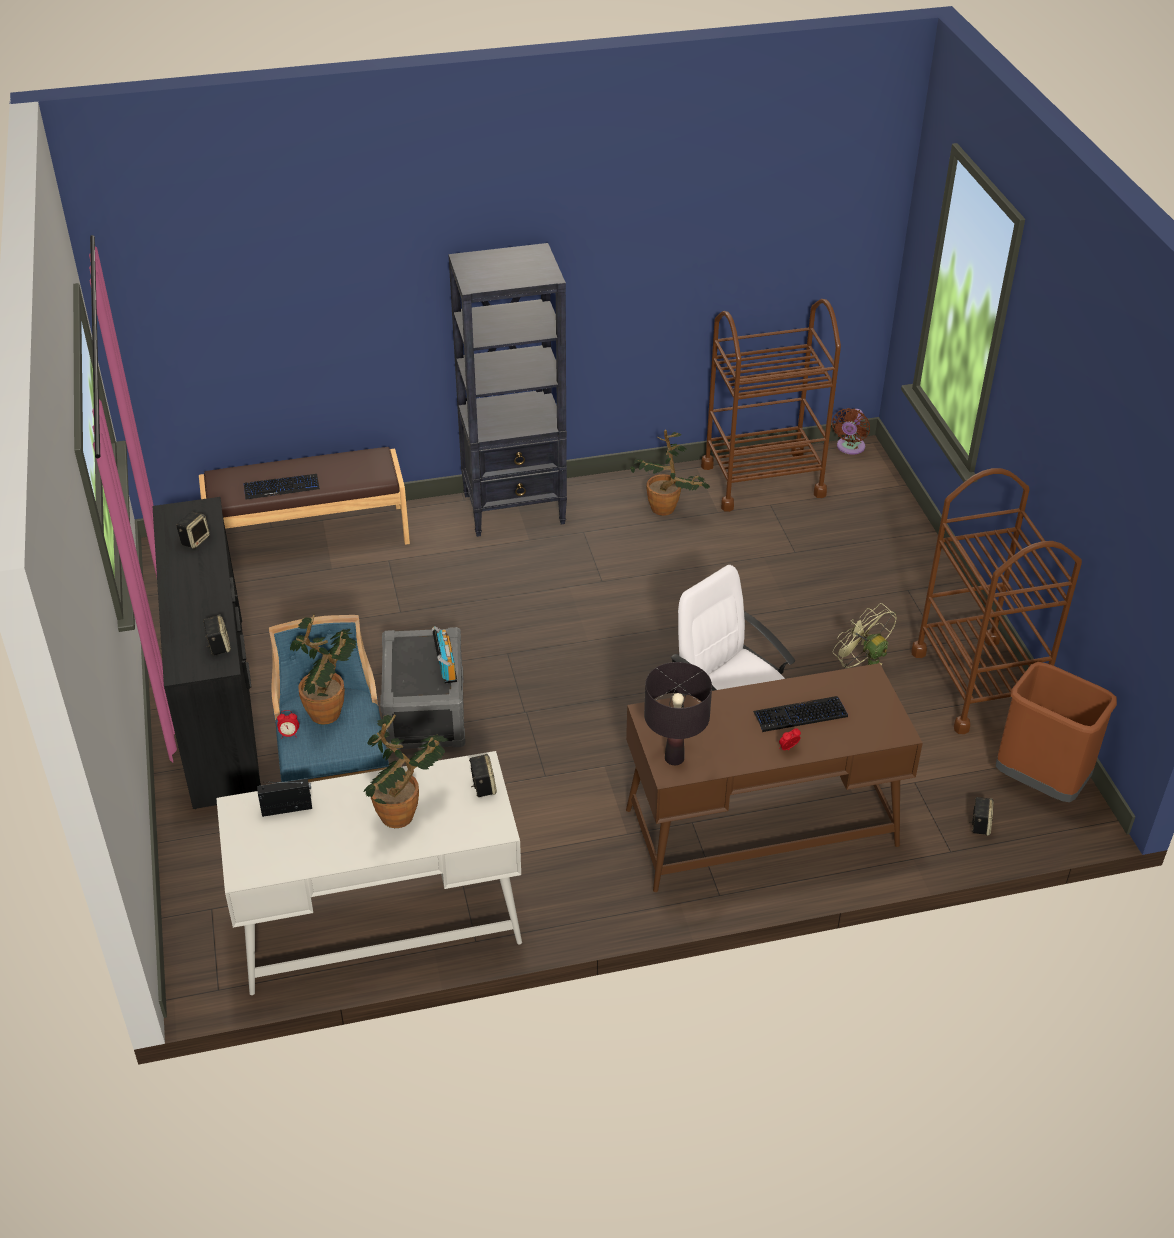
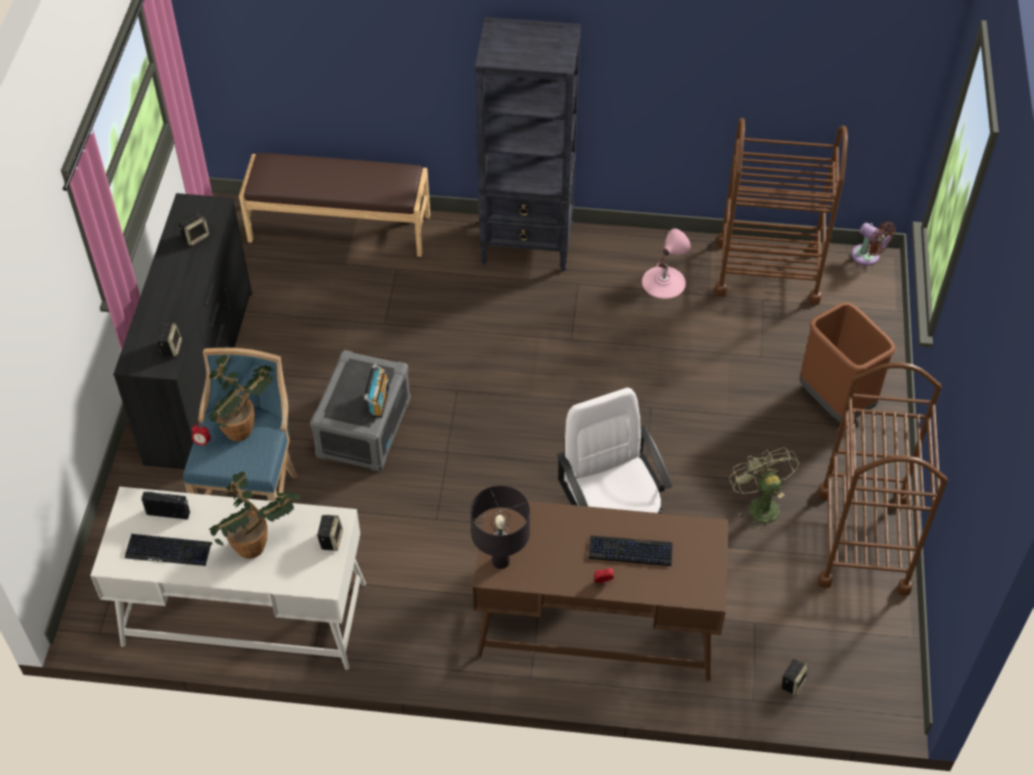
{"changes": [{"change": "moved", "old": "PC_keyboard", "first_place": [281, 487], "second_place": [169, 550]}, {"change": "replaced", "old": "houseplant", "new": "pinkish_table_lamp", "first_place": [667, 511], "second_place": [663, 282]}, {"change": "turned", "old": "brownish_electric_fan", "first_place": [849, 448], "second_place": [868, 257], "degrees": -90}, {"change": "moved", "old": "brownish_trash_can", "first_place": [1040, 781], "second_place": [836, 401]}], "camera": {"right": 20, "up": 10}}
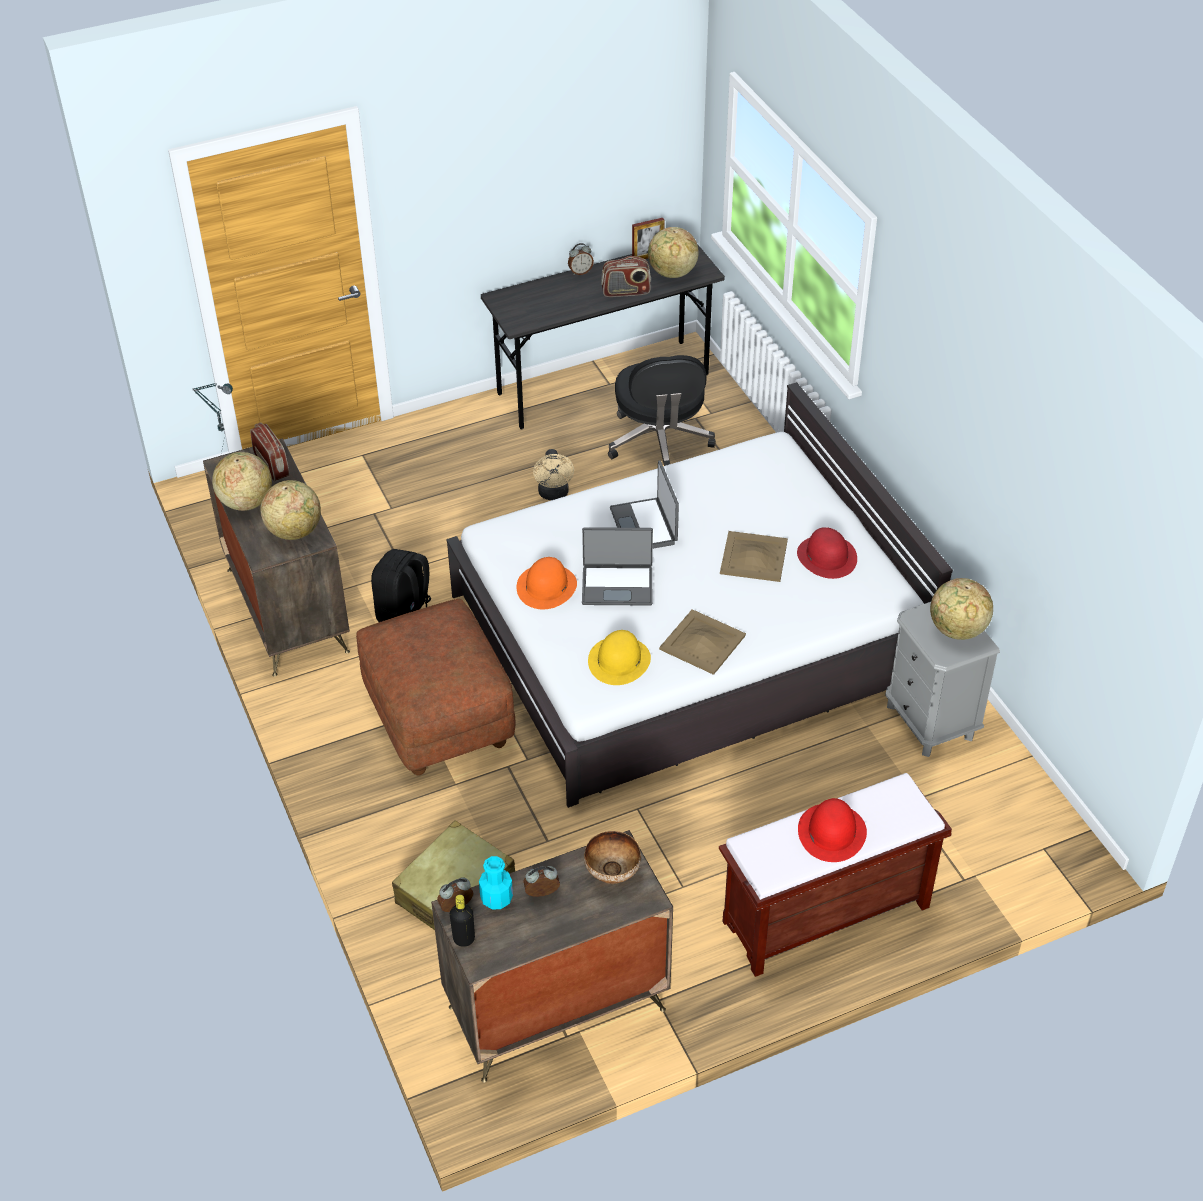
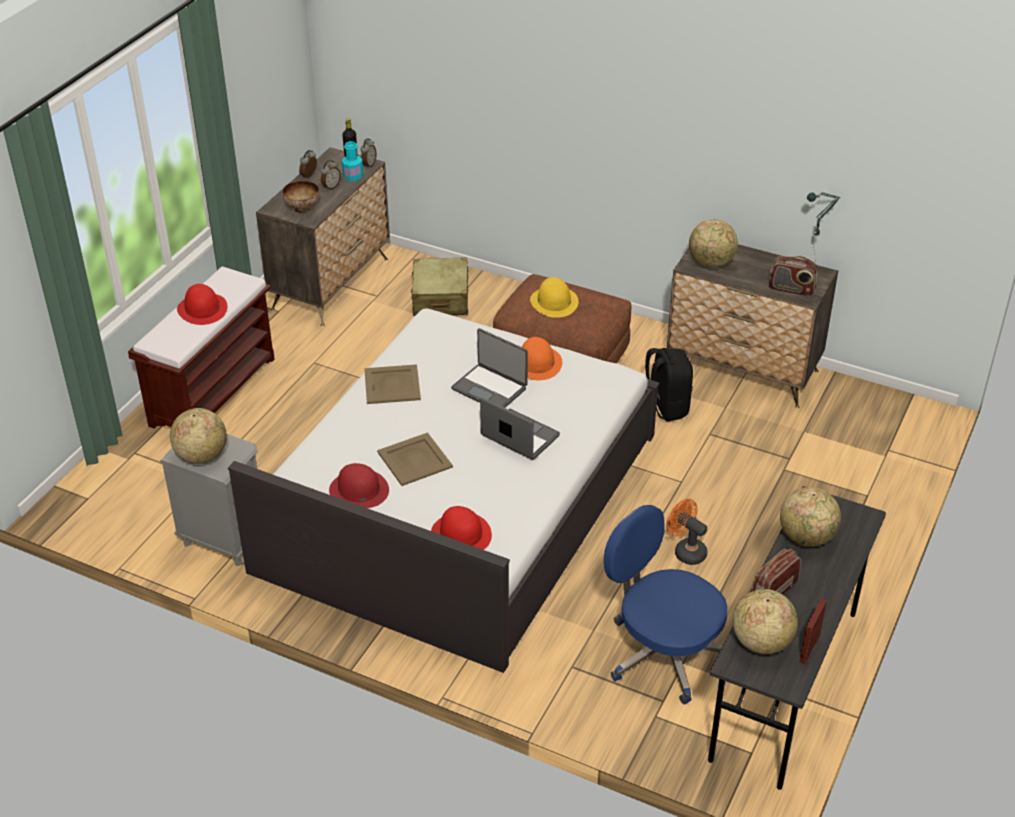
{"changes": [{"change": "moved", "old": "world_globe", "first_place": [246, 502], "second_place": [806, 537]}, {"change": "recoloured", "old": "beige_electric_fan", "new": "orange_electric_fan", "first_place": [554, 494], "second_place": [686, 551]}, {"change": "moved", "old": "bedside_clock", "first_place": [580, 272], "second_place": [309, 176]}, {"change": "turned", "old": "notebook_computer", "first_place": [617, 585], "second_place": [490, 388], "degrees": -105}, {"change": "moved", "old": "yellowish_clothing_hat", "first_place": [619, 660], "second_place": [554, 302]}, {"change": "recoloured", "old": "black-coloured_computer_chair", "new": "bluish_computer_chair", "first_place": [659, 443], "second_place": [663, 652]}, {"change": "added", "new": "red-coloured_clothing_hat", "second_place": [461, 534]}], "camera": {"right": 140, "up": -5}}
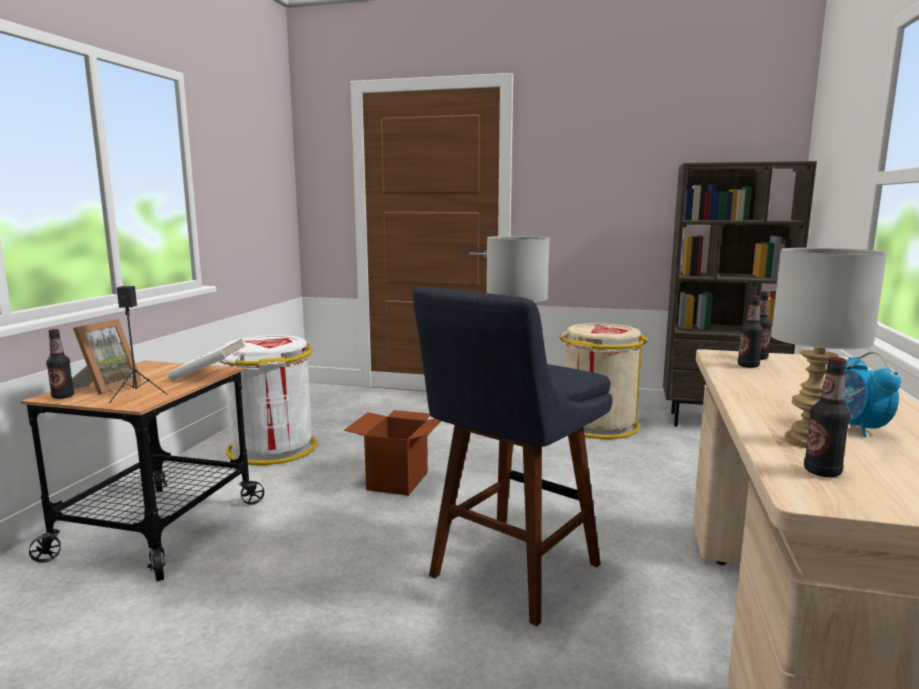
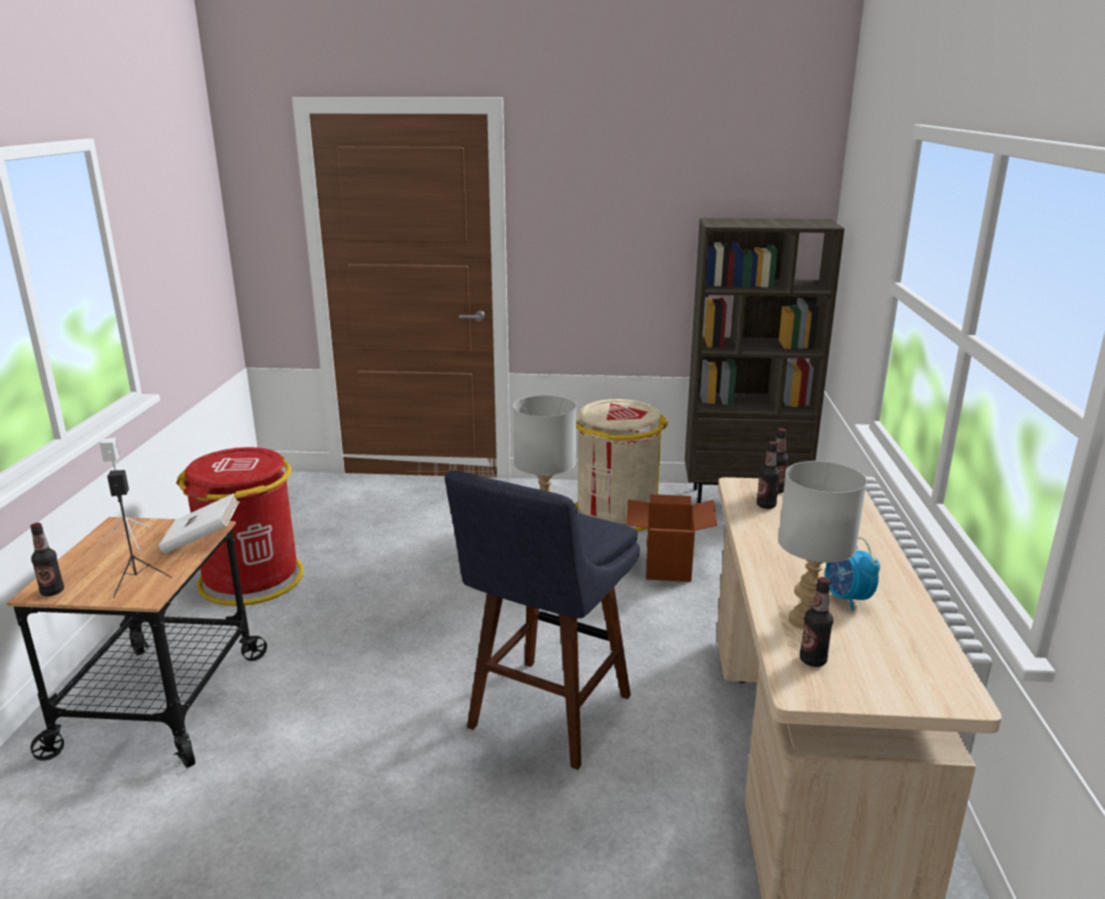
{"changes": [{"change": "removed", "old": "photo_frame", "first_place": [107, 386]}, {"change": "recoloured", "old": "white_trash_can", "new": "red-coloured_trash_can", "first_place": [272, 448], "second_place": [252, 579]}, {"change": "moved", "old": "packing_box", "first_place": [397, 481], "second_place": [668, 566]}, {"change": "added", "new": "white_audio_speaker", "second_place": [130, 540]}], "camera": {"right": -10, "up": 10}}
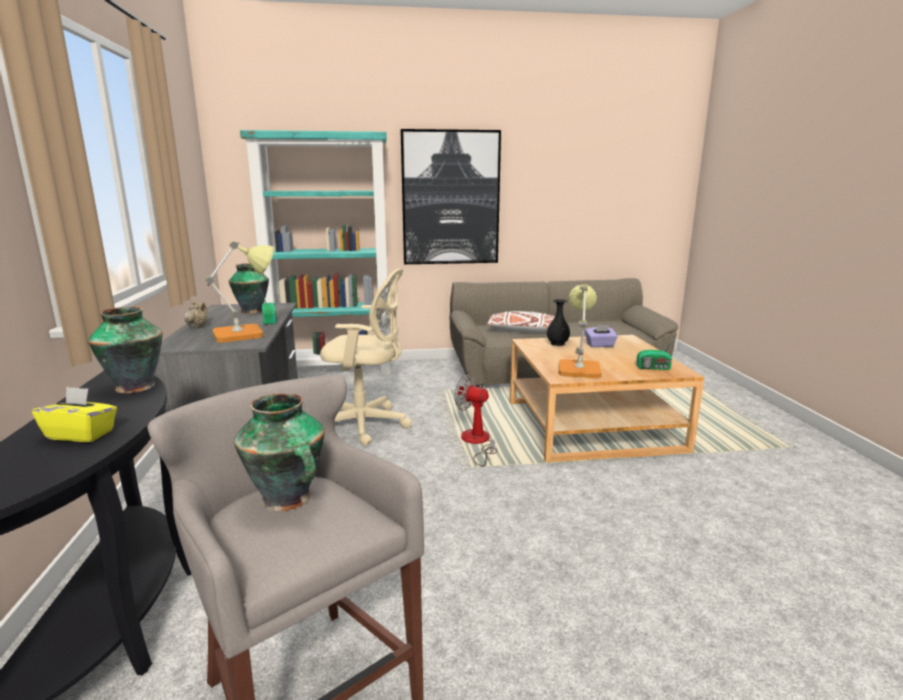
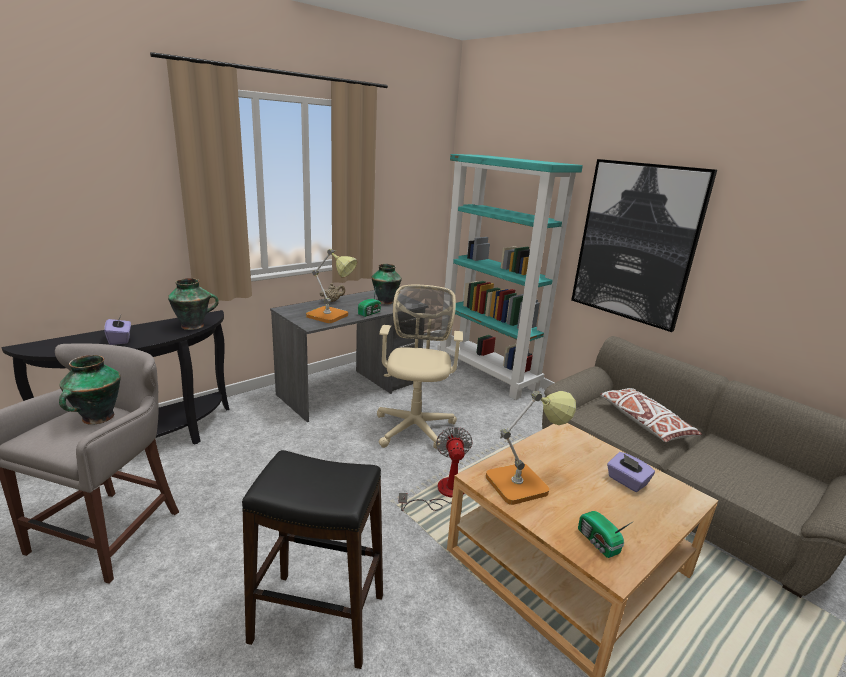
{"changes": [{"change": "recoloured", "old": "yellowish_box_of_tissues", "new": "purplish_box_of_tissues", "first_place": [81, 434], "second_place": [120, 339]}, {"change": "turned", "old": "beige_computer_chair", "first_place": [365, 424], "second_place": [415, 425], "degrees": -150}, {"change": "removed", "old": "black-coloured_vase", "first_place": [557, 344]}, {"change": "added", "new": "black-coloured_stool_seat", "second_place": [319, 618]}], "camera": {"right": 55, "up": 5}}
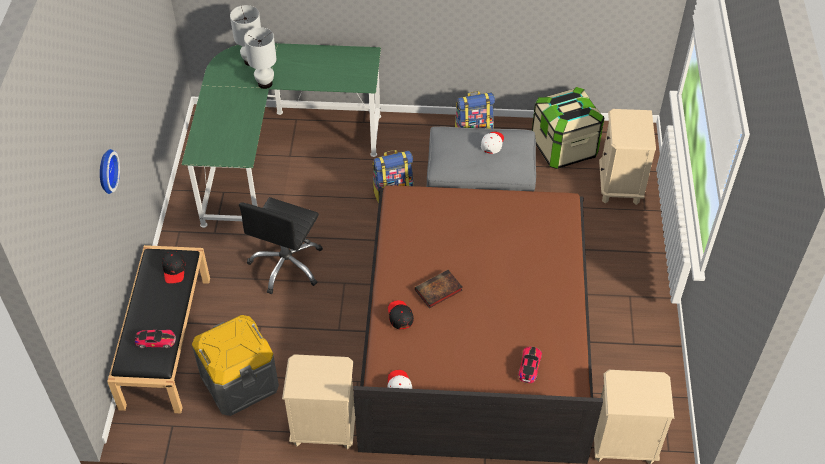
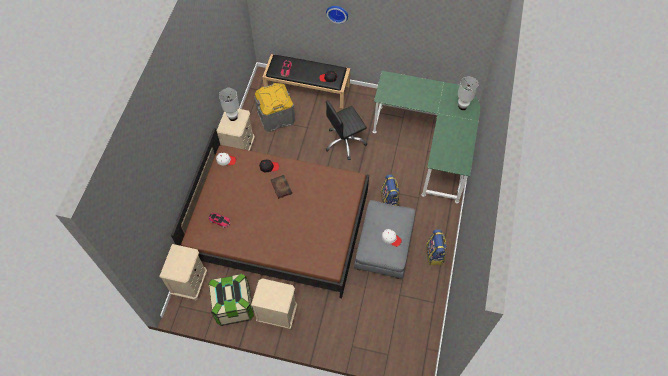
{"changes": [{"change": "turned", "old": "black-coloured_computer_chair", "first_place": [287, 265], "second_place": [345, 142], "degrees": -60}, {"change": "moved", "old": "white_table_lamp", "first_place": [265, 83], "second_place": [233, 117]}, {"change": "moved", "old": "storage_bin", "first_place": [563, 148], "second_place": [234, 306]}, {"change": "moved", "old": "beige_nightstand", "first_place": [619, 186], "second_place": [277, 314]}], "camera": {"right": 100, "up": 10}}
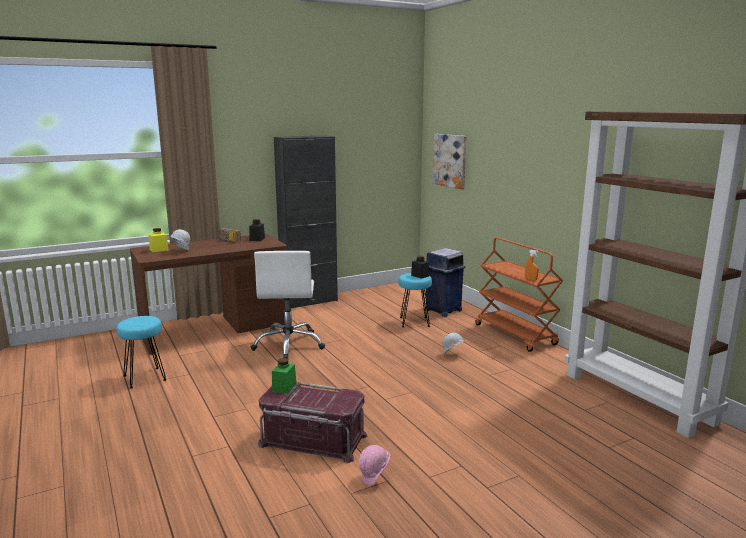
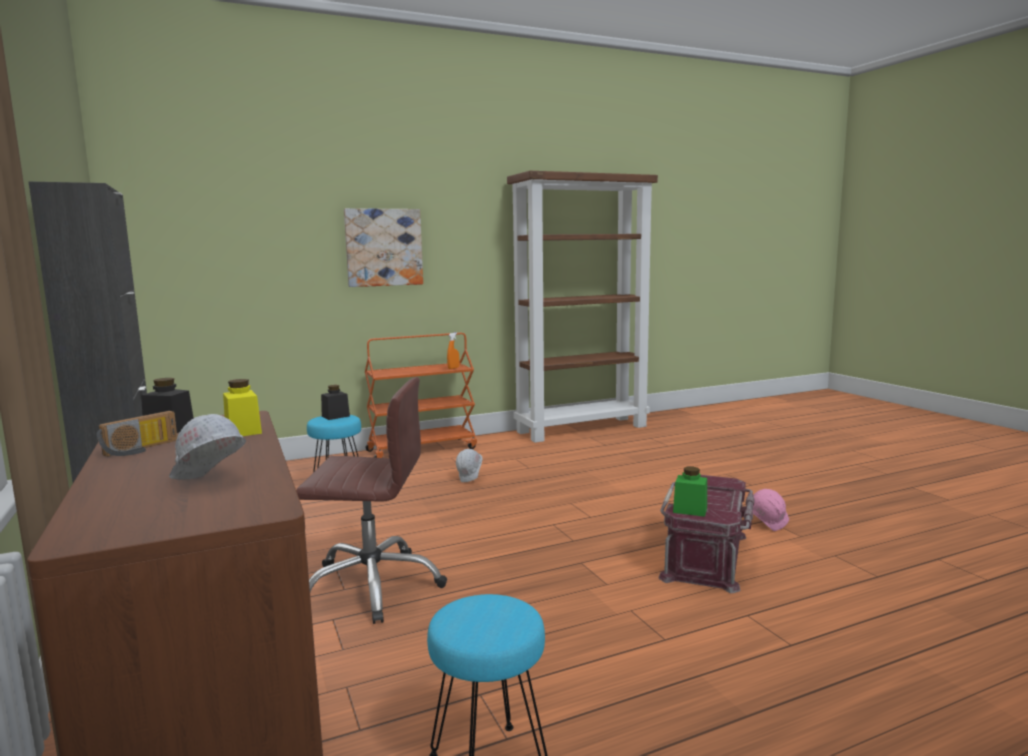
{"changes": [{"change": "moved", "old": "yellowish_jar", "first_place": [159, 250], "second_place": [243, 431]}, {"change": "recoloured", "old": "white_computer_chair", "new": "brownish_computer_chair", "first_place": [289, 345], "second_place": [372, 585]}, {"change": "removed", "old": "bluish_trash_can", "first_place": [443, 310]}, {"change": "moved", "old": "picture", "first_place": [450, 160], "second_place": [383, 247]}], "camera": {"right": -85, "up": -5}}
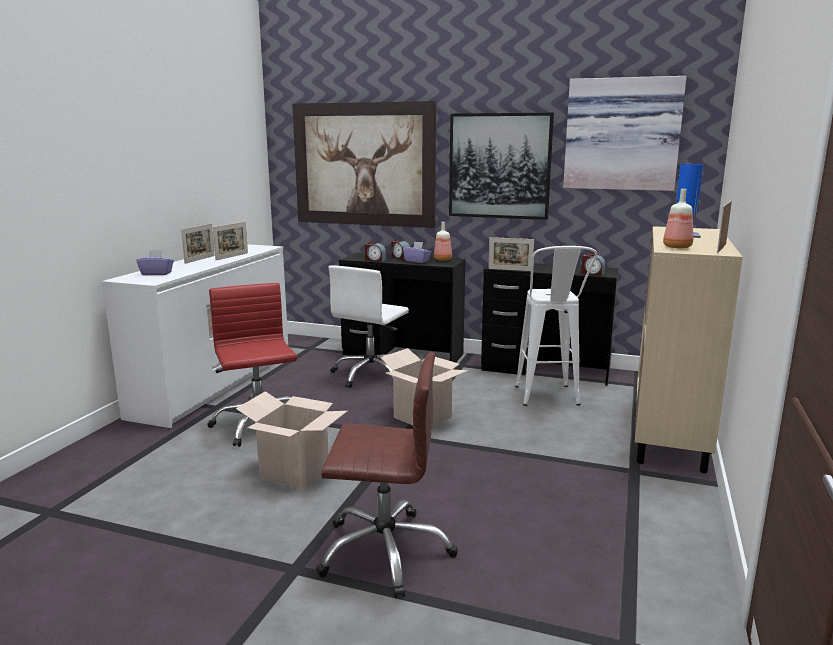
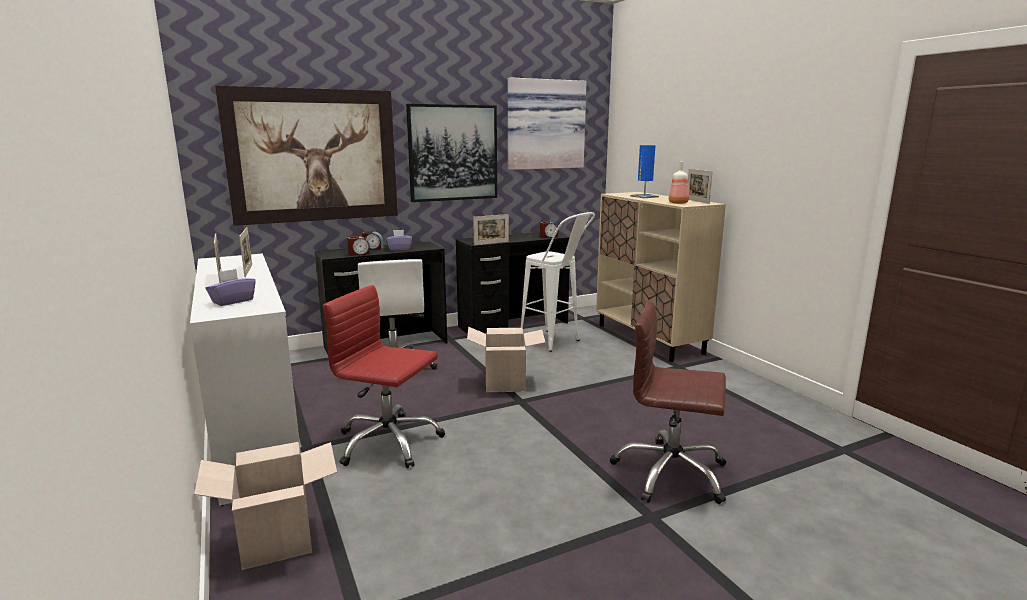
{"changes": [{"change": "moved", "old": "packing_box", "first_place": [295, 472], "second_place": [277, 541]}, {"change": "turned", "old": "brownish_computer_chair", "first_place": [385, 551], "second_place": [670, 473], "degrees": -120}, {"change": "removed", "old": "beverage_bottle", "first_place": [442, 259]}], "camera": {"right": -45, "up": 0}}
